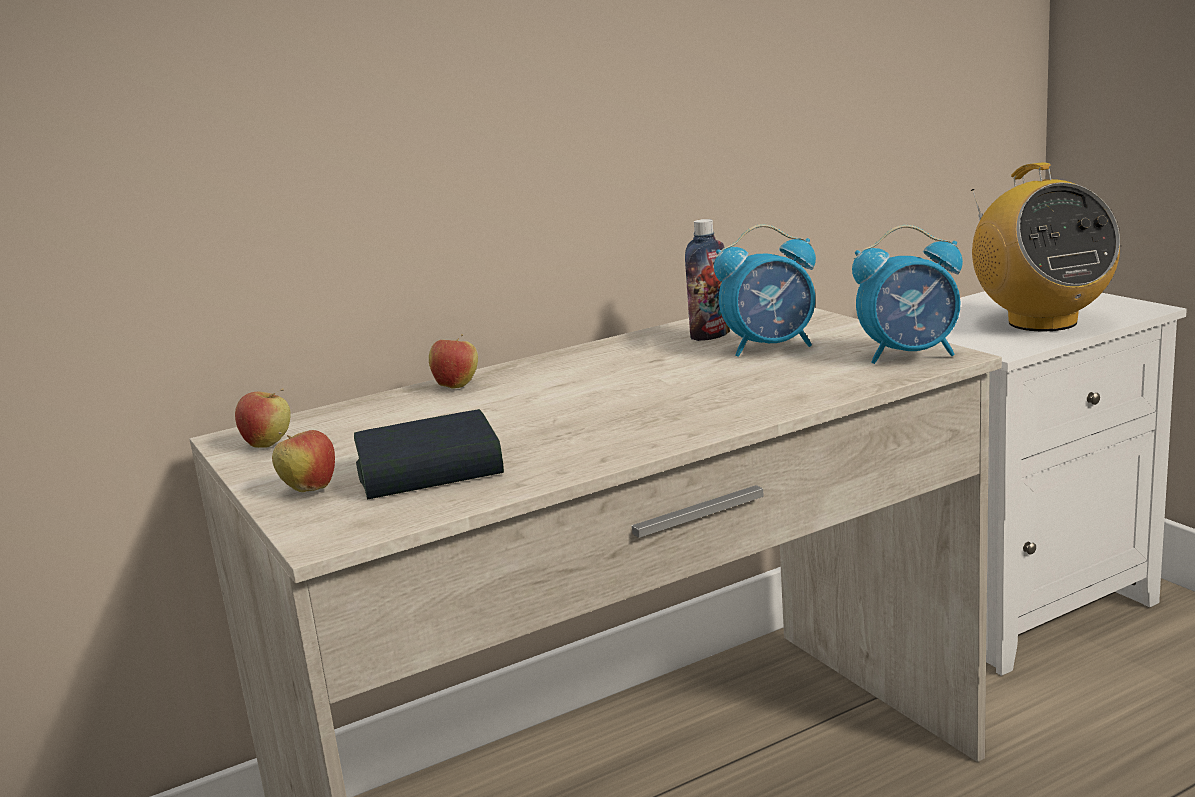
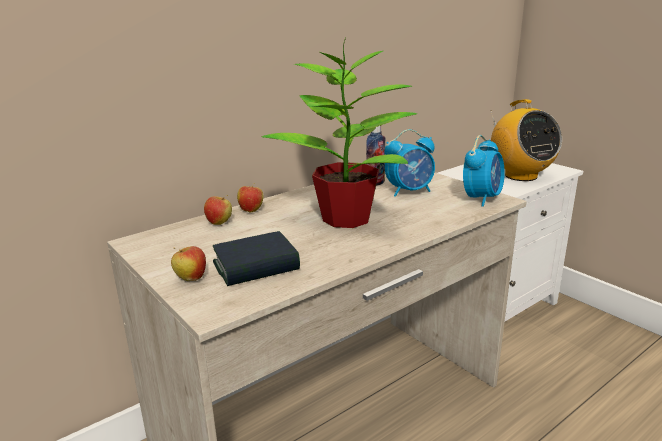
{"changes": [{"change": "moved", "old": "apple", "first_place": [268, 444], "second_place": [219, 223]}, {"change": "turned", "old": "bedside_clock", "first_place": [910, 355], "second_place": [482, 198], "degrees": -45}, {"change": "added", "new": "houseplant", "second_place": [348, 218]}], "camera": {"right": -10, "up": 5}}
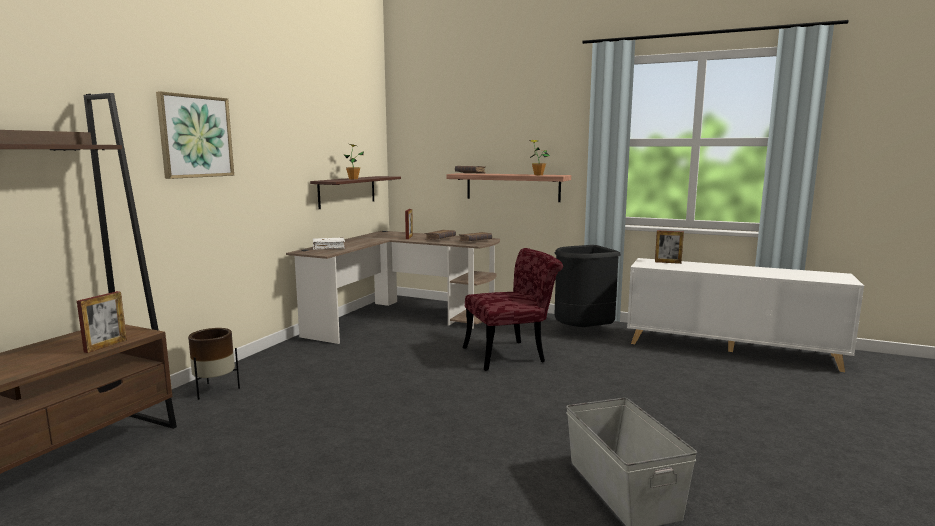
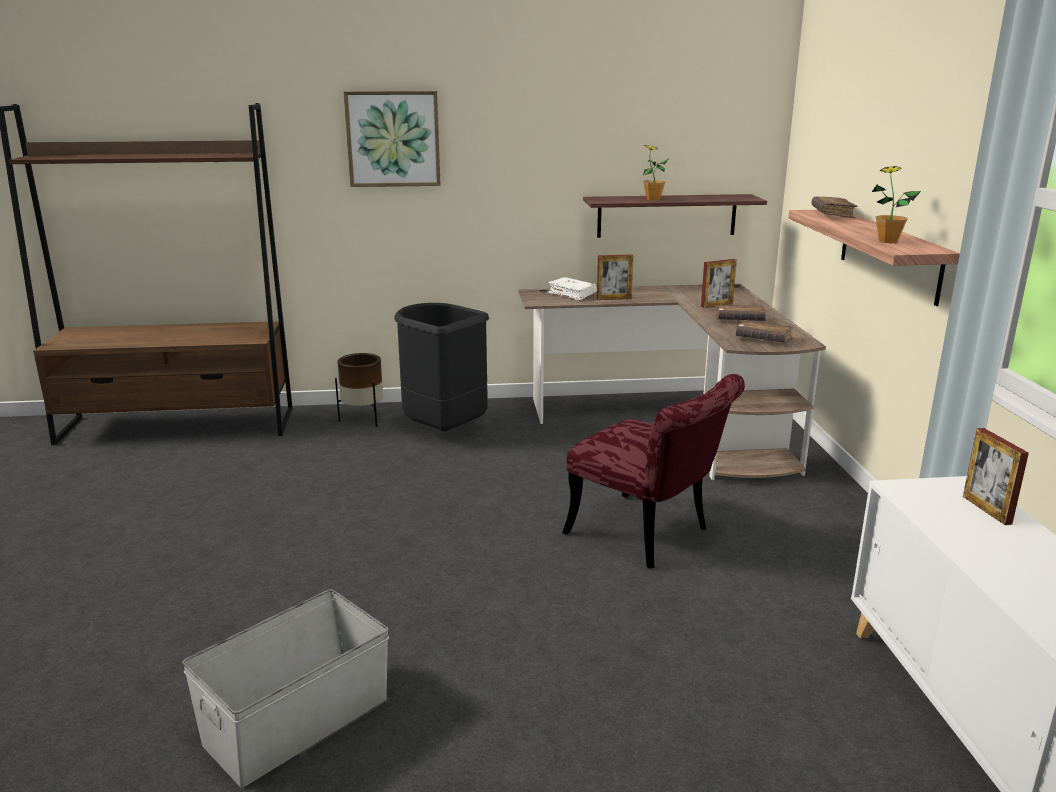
{"changes": [{"change": "moved", "old": "photo_frame", "first_place": [106, 346], "second_place": [614, 298]}, {"change": "moved", "old": "black-coloured_trash_can", "first_place": [583, 331], "second_place": [442, 431]}], "camera": {"right": 60, "up": 10}}
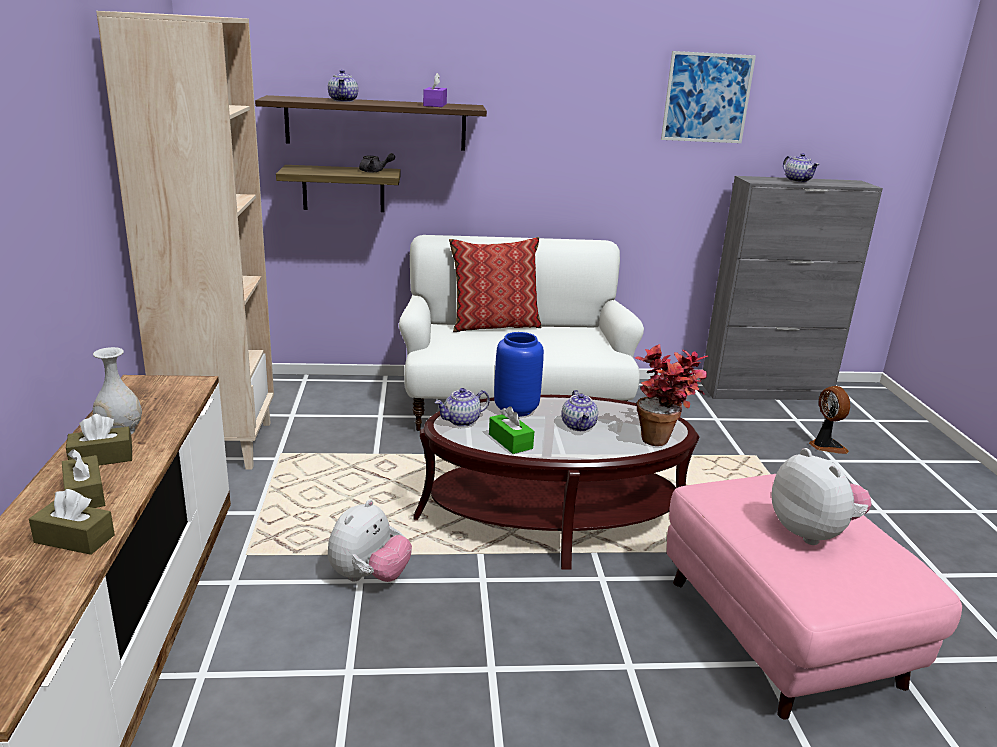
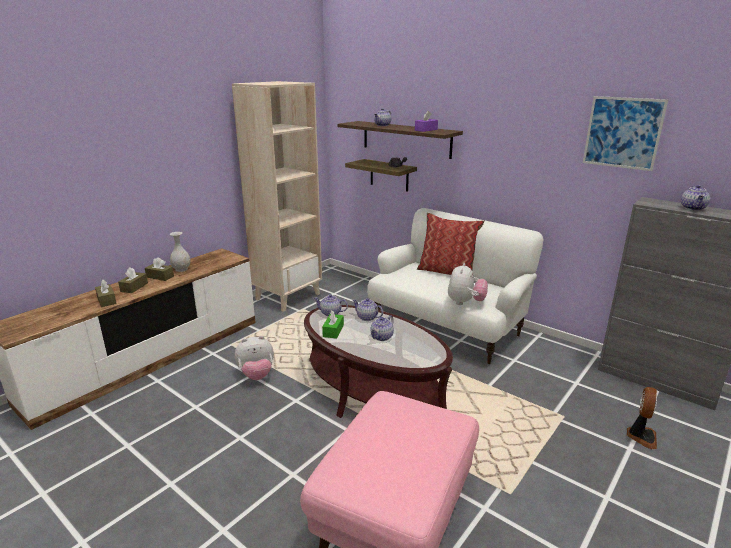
{"changes": [{"change": "replaced", "old": "bluish_vase", "new": "tea_pot", "first_place": [517, 409], "second_place": [367, 317]}, {"change": "removed", "old": "houseplant", "first_place": [664, 440]}, {"change": "moved", "old": "plush_toy", "first_place": [812, 533], "second_place": [465, 302]}], "camera": {"right": 45, "up": 0}}
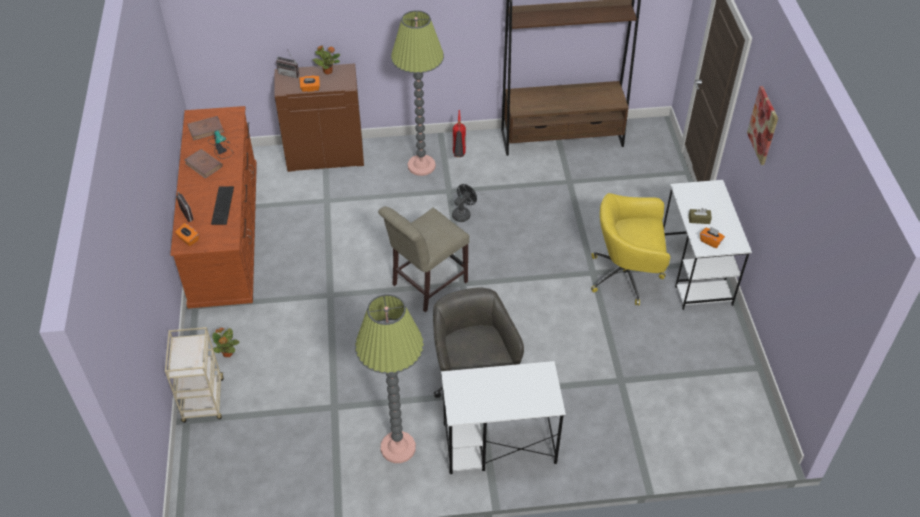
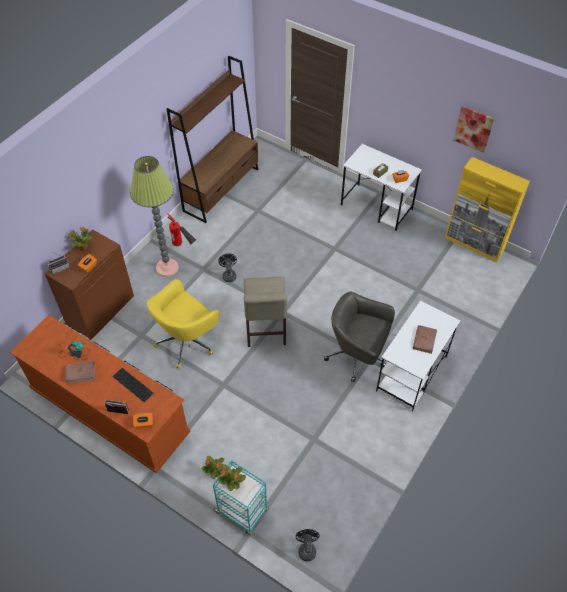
{"changes": [{"change": "recoloured", "old": "beige_cart", "new": "turquoise-coloured_cart", "first_place": [204, 401], "second_place": [242, 511]}, {"change": "moved", "old": "brownish_book", "first_place": [206, 129], "second_place": [424, 340]}, {"change": "removed", "old": "floor_lamp", "first_place": [398, 447]}, {"change": "moved", "old": "yellowish_computer_chair", "first_place": [627, 276], "second_place": [187, 341]}, {"change": "moved", "old": "picture", "first_place": [763, 125], "second_place": [473, 129]}, {"change": "added", "new": "houseplant", "second_place": [232, 484]}, {"change": "added", "new": "black-coloured_electric_fan", "second_place": [307, 549]}, {"change": "added", "new": "yellowish_storage_cabinet", "second_place": [474, 244]}], "camera": {"right": -50, "up": 5}}
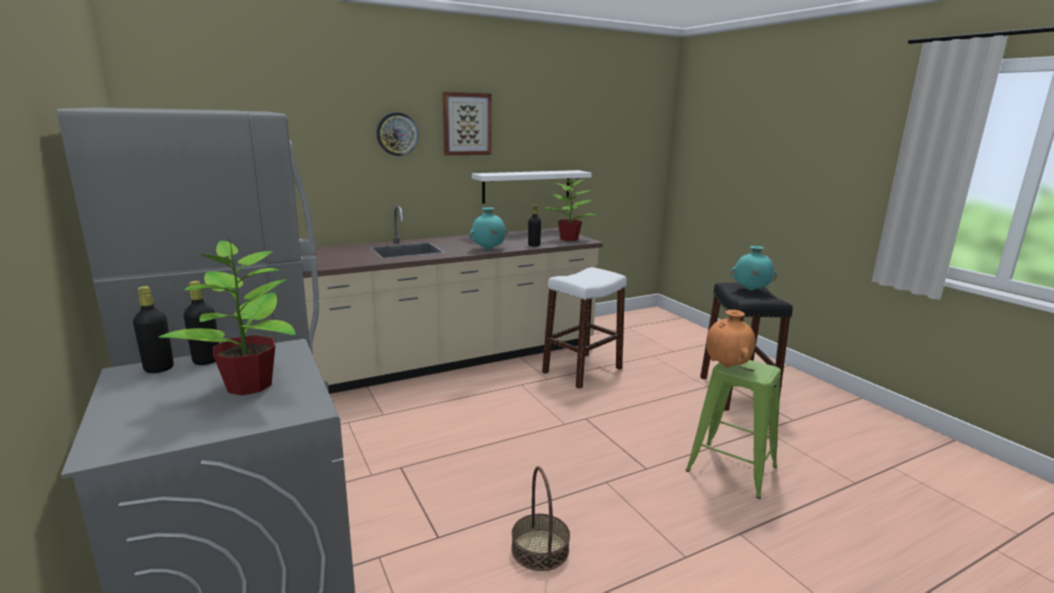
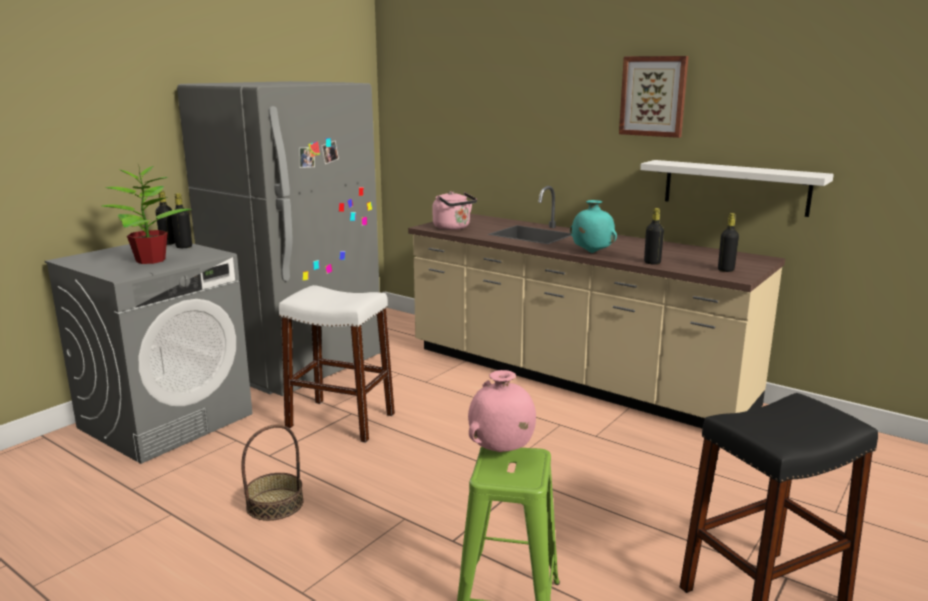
{"changes": [{"change": "removed", "old": "hanging_clock", "first_place": [397, 134]}, {"change": "moved", "old": "white_stool_seat", "first_place": [582, 370], "second_place": [341, 420]}, {"change": "replaced", "old": "houseplant", "new": "black-coloured_beverage_bottle", "first_place": [569, 239], "second_place": [725, 270]}, {"change": "recoloured", "old": "orange_vase", "new": "pinkish_vase", "first_place": [727, 366], "second_place": [501, 451]}, {"change": "removed", "old": "turquoise-coloured_vase", "first_place": [750, 290]}, {"change": "added", "new": "pinkish_tea_kettle", "second_place": [453, 228]}], "camera": {"right": 65, "up": 0}}
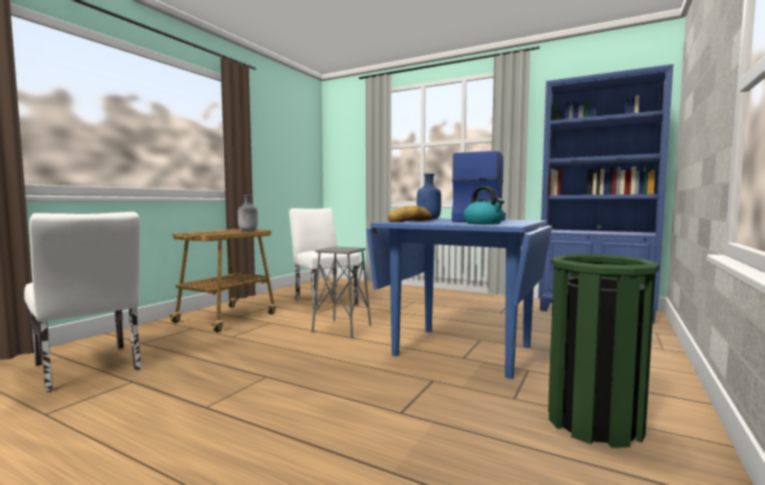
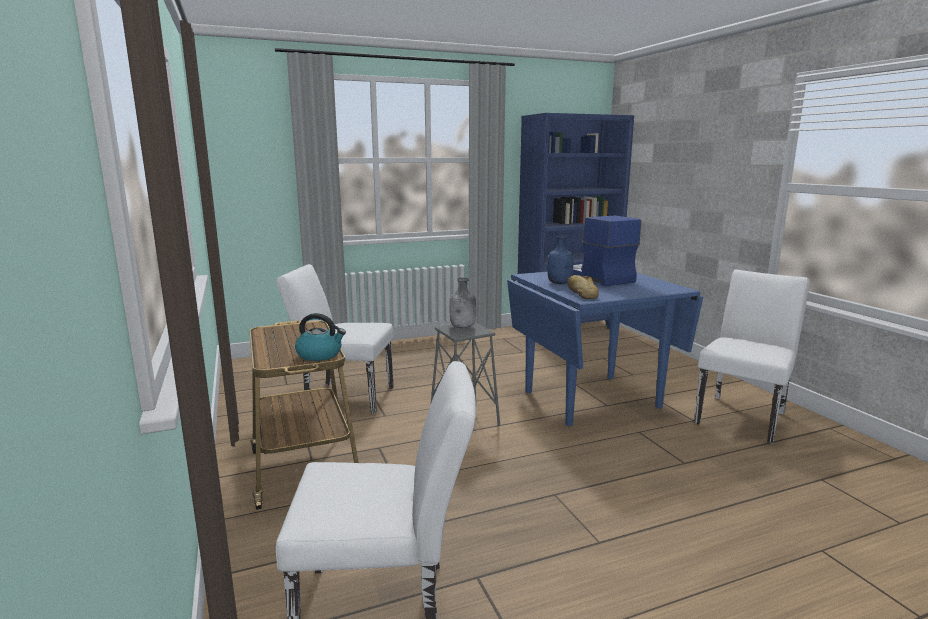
{"changes": [{"change": "moved", "old": "grey_beverage_bottle", "first_place": [248, 231], "second_place": [463, 327]}, {"change": "moved", "old": "tea_kettle", "first_place": [484, 223], "second_place": [320, 355]}, {"change": "replaced", "old": "green-coloured_trash_can", "new": "white_plain_chair", "first_place": [594, 422], "second_place": [743, 415]}], "camera": {"right": -50, "up": 10}}
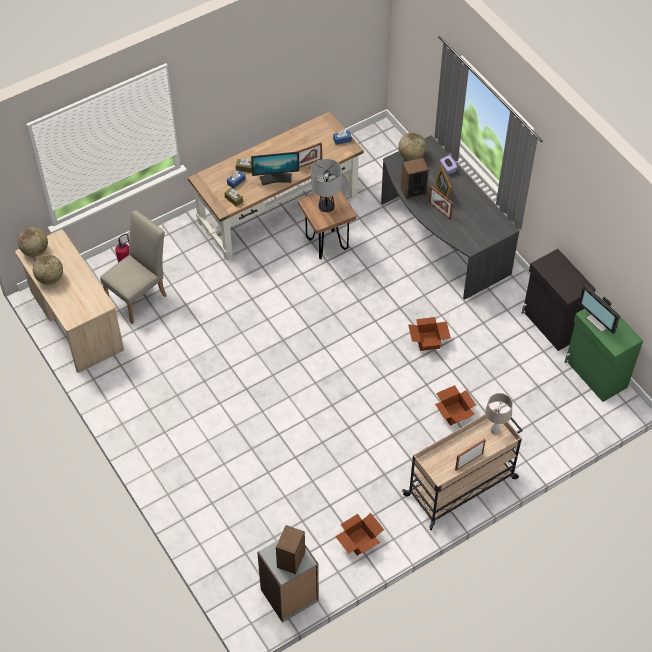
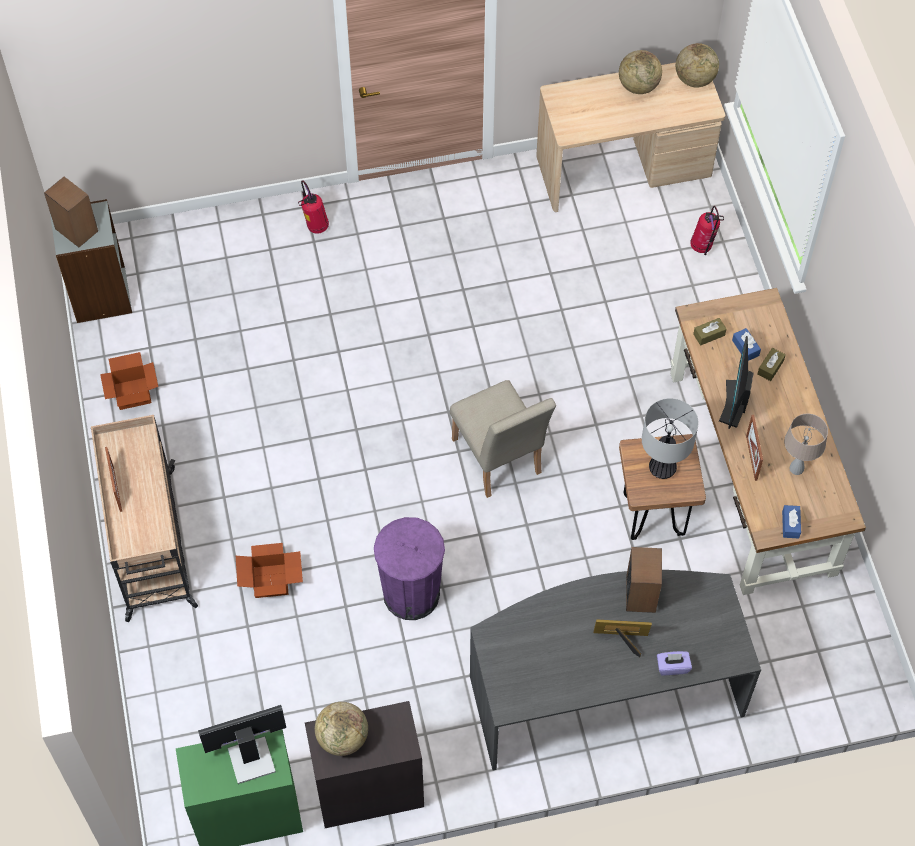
{"changes": [{"change": "moved", "old": "beige_plain_chair", "first_place": [140, 296], "second_place": [499, 462]}, {"change": "moved", "old": "world_globe", "first_place": [411, 156], "second_place": [342, 738]}, {"change": "replaced", "old": "packing_box", "new": "purplish_trash_can", "first_place": [428, 341], "second_place": [411, 594]}, {"change": "removed", "old": "photo_frame", "first_place": [440, 210]}, {"change": "moved", "old": "beige_table_lamp", "first_place": [494, 430], "second_place": [796, 468]}, {"change": "added", "new": "extinguisher", "second_place": [315, 227]}], "camera": {"right": 110, "up": 5}}
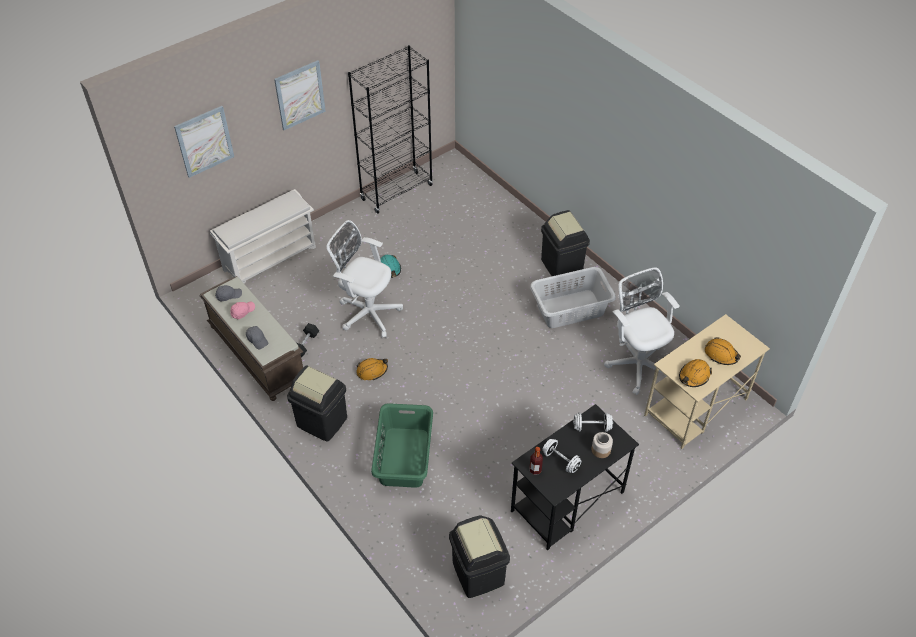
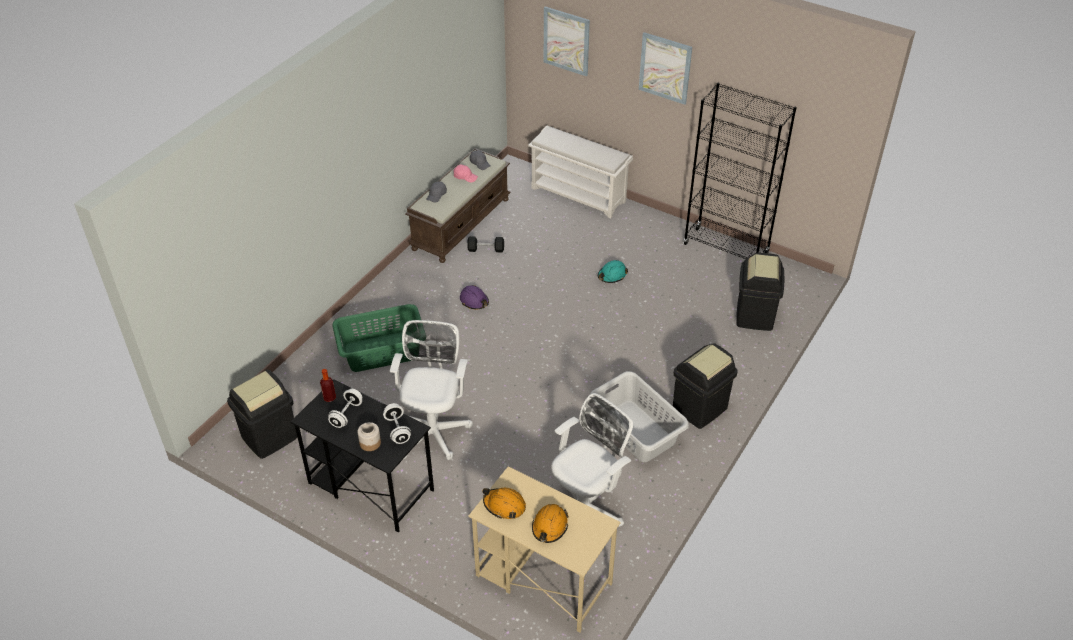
{"changes": [{"change": "moved", "old": "black-coloured_trash_can", "first_place": [322, 421], "second_place": [755, 316]}, {"change": "moved", "old": "white_computer_chair", "first_place": [367, 312], "second_place": [434, 430]}, {"change": "recoloured", "old": "orange_hard_hat", "new": "purplish_hard_hat", "first_place": [372, 371], "second_place": [474, 301]}], "camera": {"right": 70, "up": -5}}
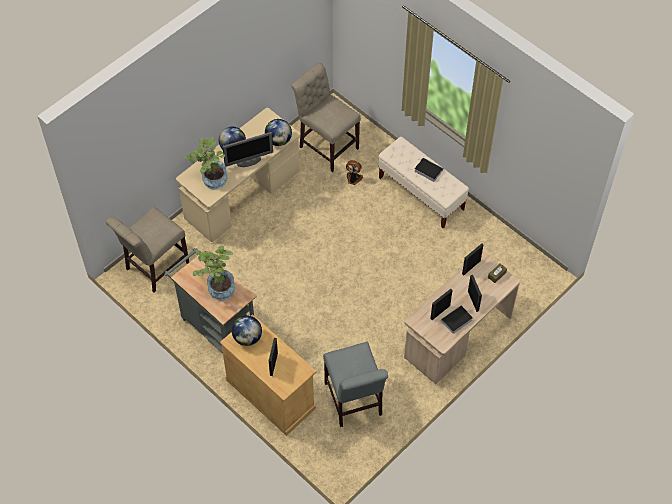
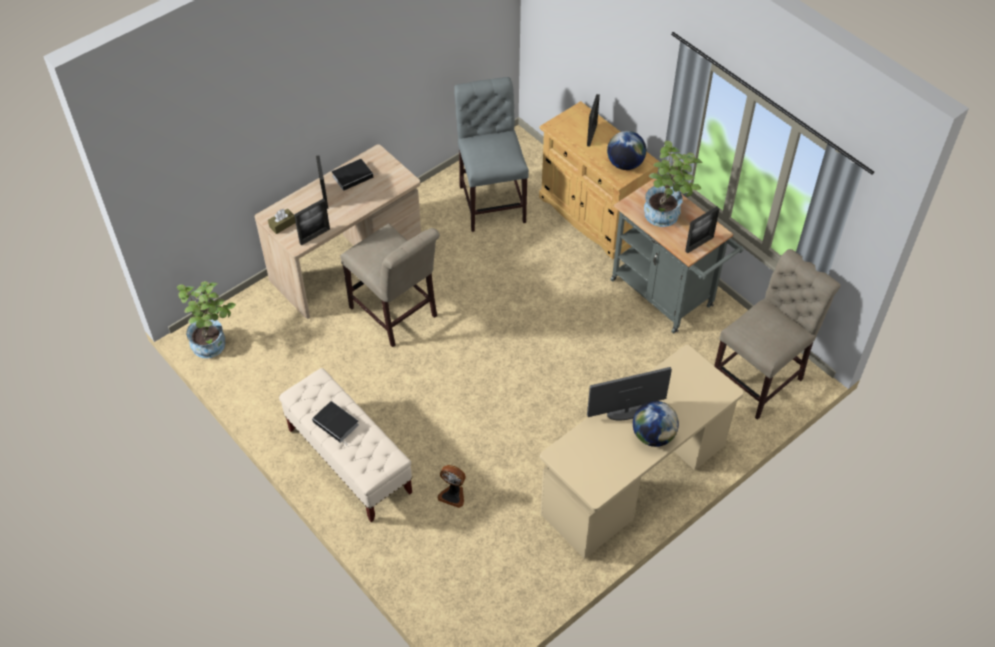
{"changes": [{"change": "moved", "old": "houseplant", "first_place": [211, 181], "second_place": [214, 343]}, {"change": "removed", "old": "world_globe", "first_place": [278, 140]}, {"change": "moved", "old": "beige_plain_chair", "first_place": [326, 145], "second_place": [396, 315]}, {"change": "moved", "old": "photo_frame", "first_place": [440, 312], "second_place": [699, 244]}], "camera": {"right": -175, "up": -5}}
